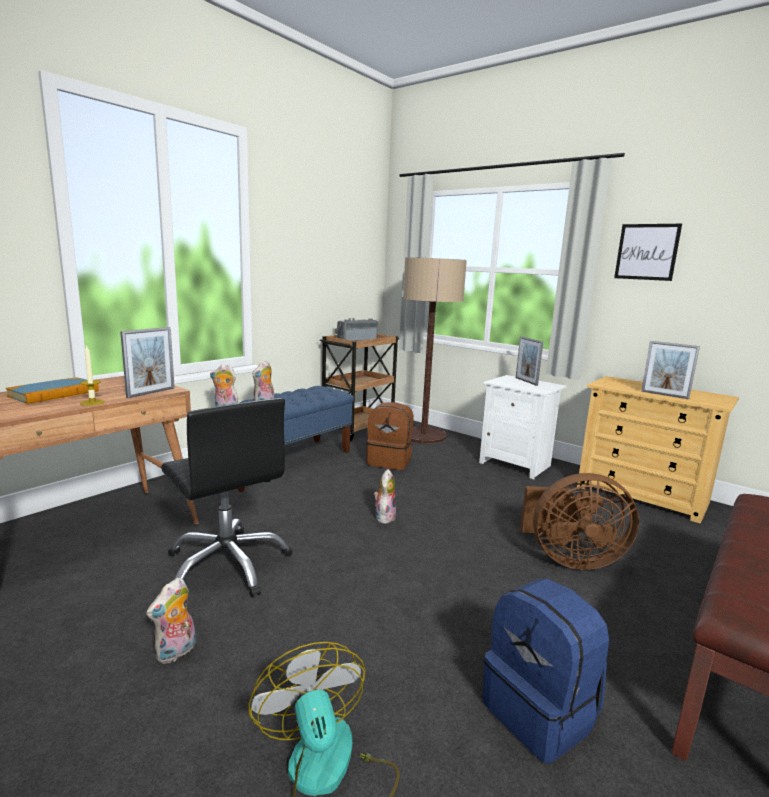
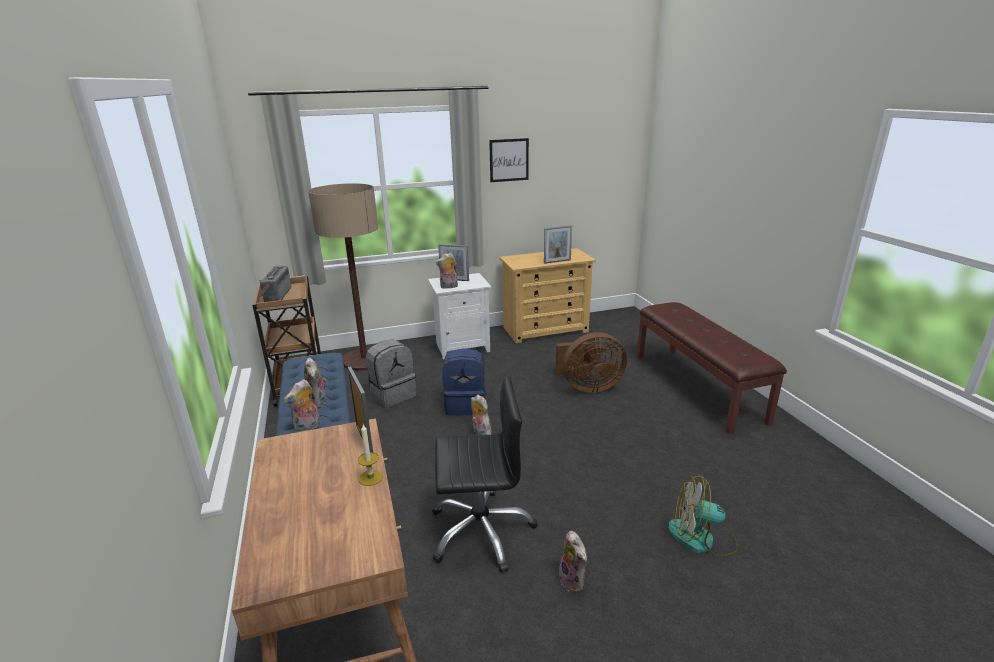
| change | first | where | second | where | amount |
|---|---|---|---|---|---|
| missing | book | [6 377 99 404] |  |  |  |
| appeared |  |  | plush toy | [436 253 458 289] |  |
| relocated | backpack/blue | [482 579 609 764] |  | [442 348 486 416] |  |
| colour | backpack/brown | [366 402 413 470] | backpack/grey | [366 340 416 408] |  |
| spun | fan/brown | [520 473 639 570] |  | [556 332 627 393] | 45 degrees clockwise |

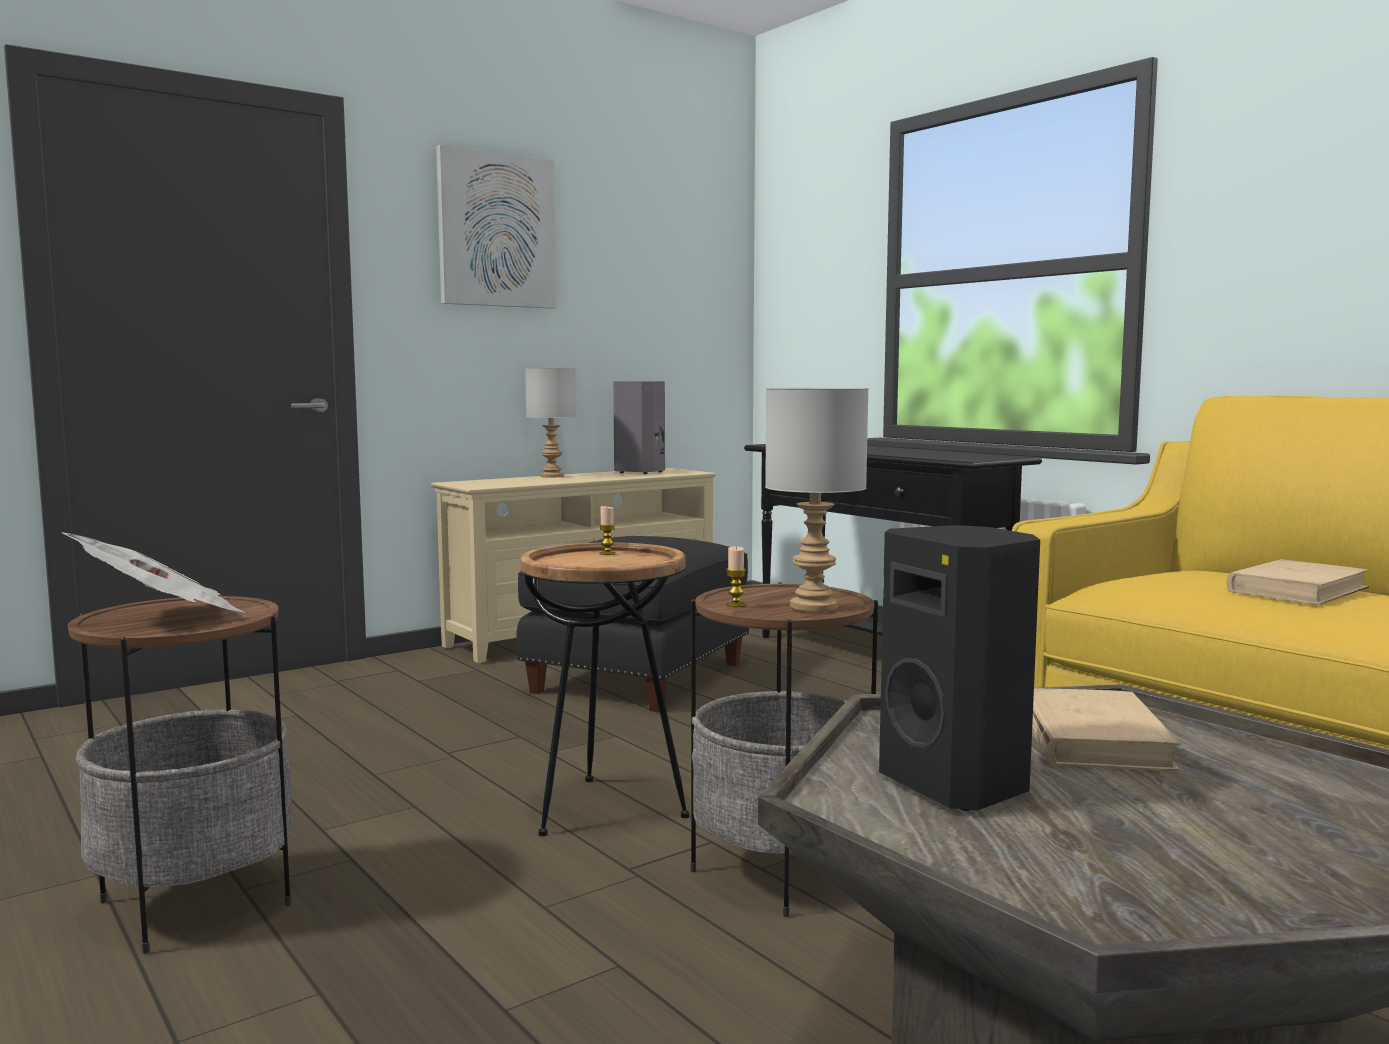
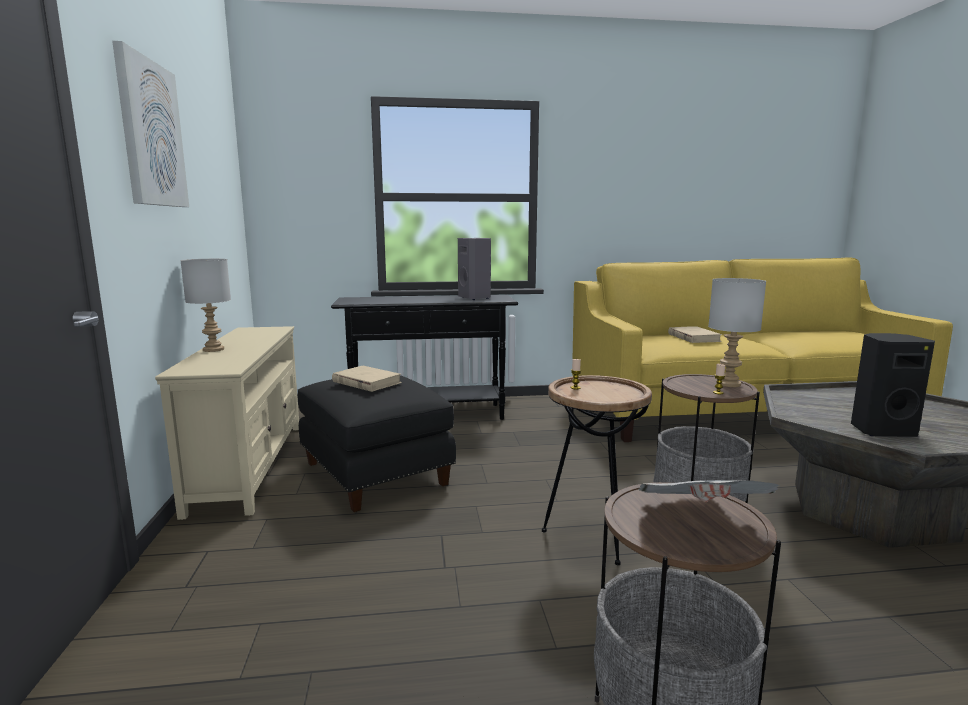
| change | first | where | second | where | amount |
|---|---|---|---|---|---|
| relocated | speaker/grey | [613 381 665 474] |  | [458 238 491 300] |  |
| relocated | book/beige | [1032 688 1181 772] |  | [332 366 402 392] |  |

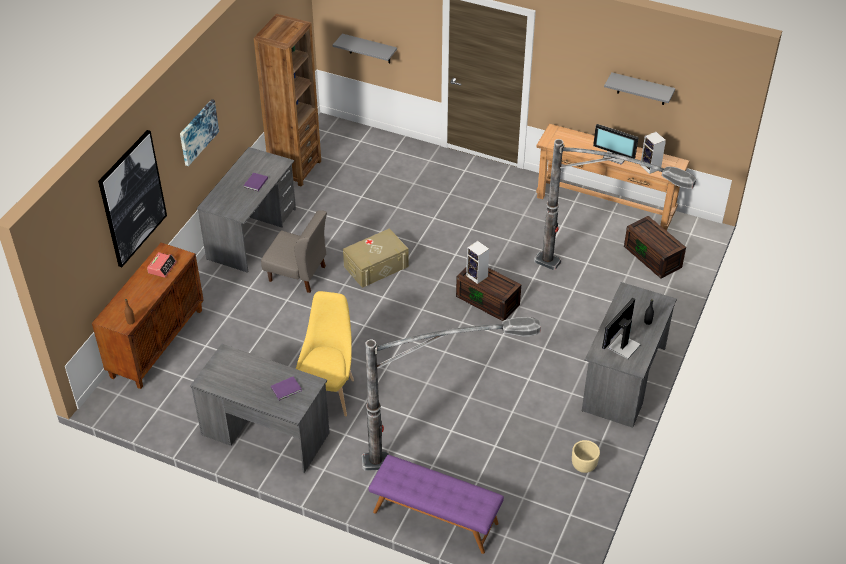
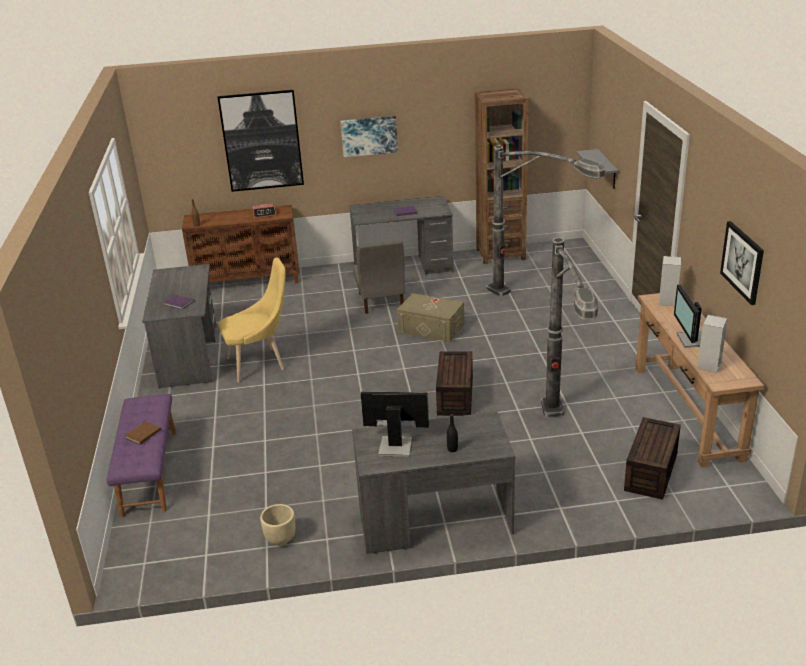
| change | first | where | second | where | amount |
|---|---|---|---|---|---|
| appeared |  |  | book/brown | [125 421 161 445] |  |
| relocated | floor lamp | [362 317 541 471] |  | [486 146 605 296] |  |
| relocated | speaker | [466 241 489 284] |  | [659 256 681 306] |  |
| exchanged | shelf/grey | [604 72 675 105] | picture | [720 221 764 305] |  |

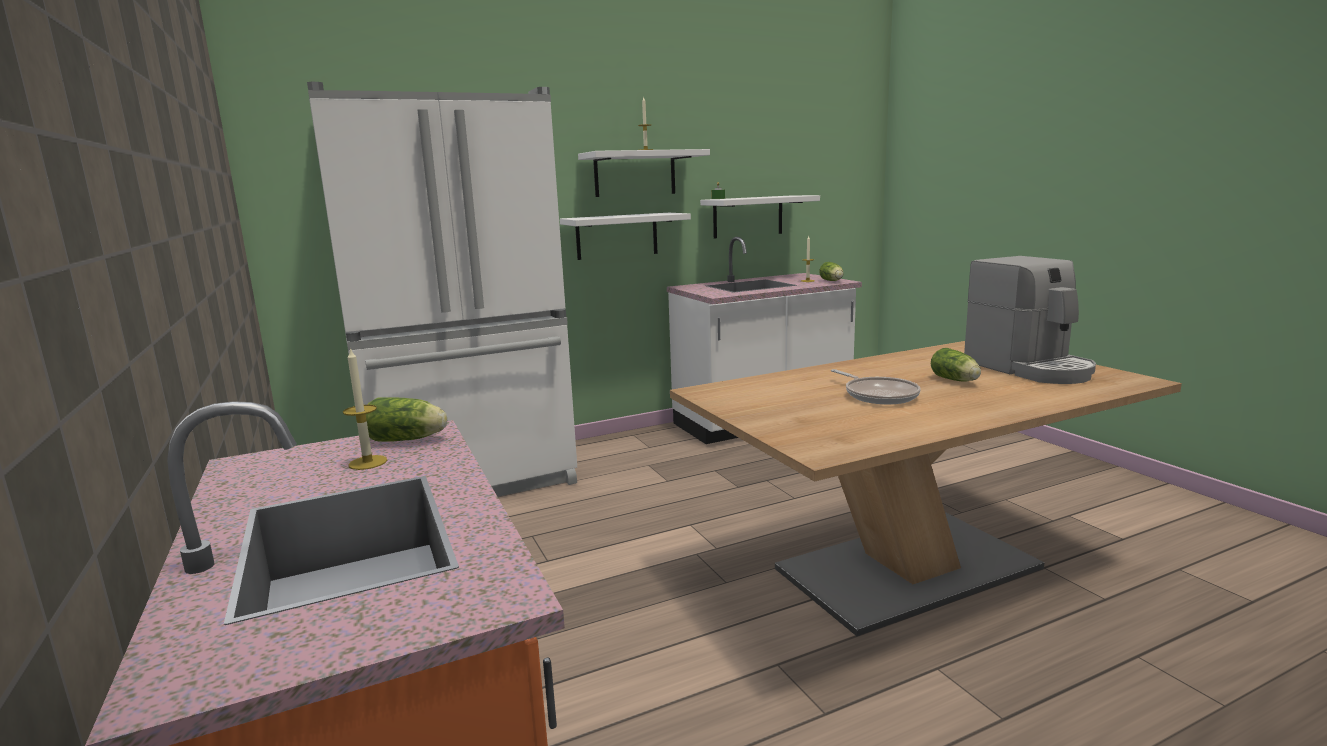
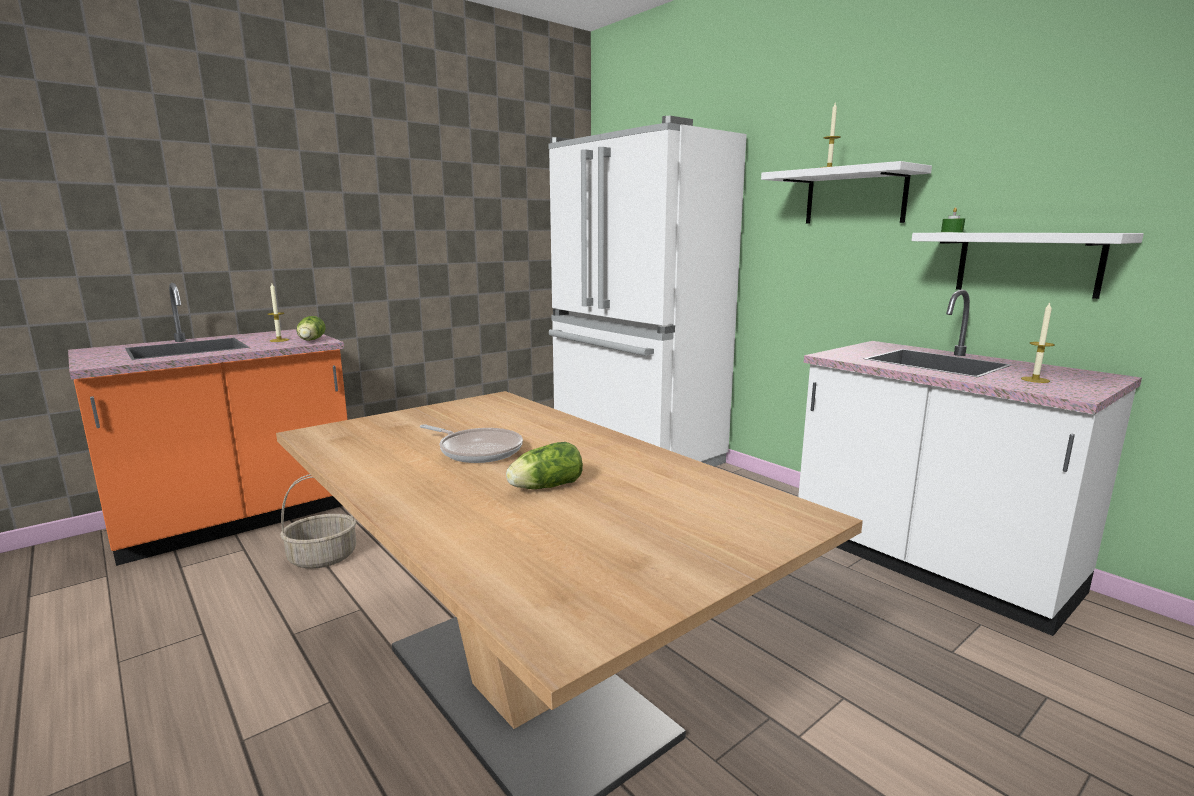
| change | first | where | second | where | amount |
|---|---|---|---|---|---|
| missing | shelf/white | [560 213 691 260] |  |  |  |
| missing | lettuce | [819 262 843 281] |  |  |  |
| missing | coffee machine | [964 256 1096 384] |  |  |  |
| appeared |  |  | basket | [280 474 357 568] |  |
| spun | frying pan | [831 369 921 405] |  | [420 424 523 463] | 105 degrees counterclockwise |

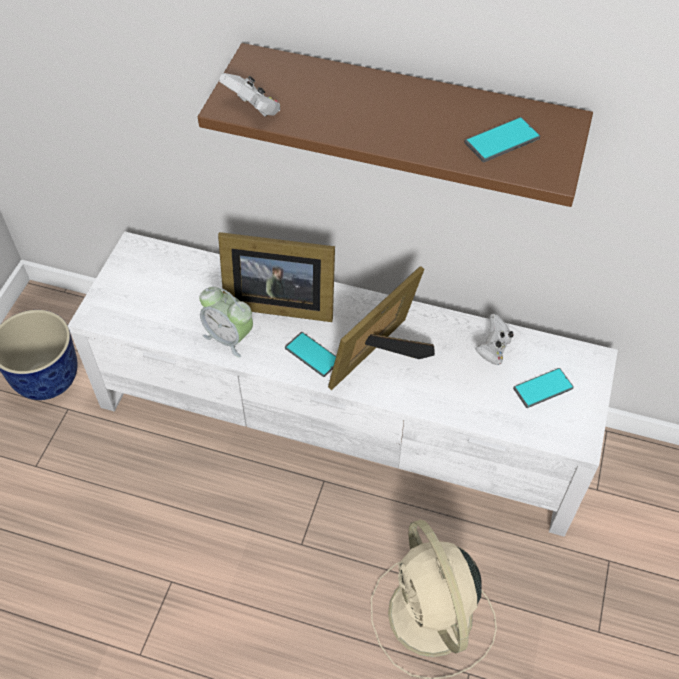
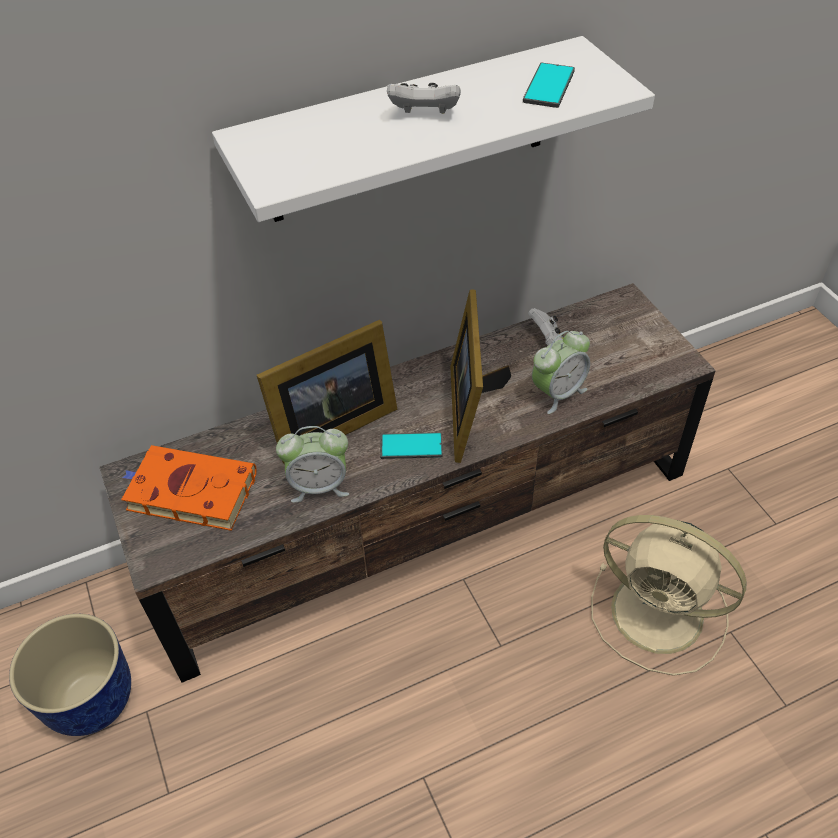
| change | first | where | second | where | amount |
|---|---|---|---|---|---|
| missing | phone | [513 368 574 408] |  |  |  |
| appeared |  |  | book/orange | [121 445 256 531] |  |
| appeared |  |  | alarm clock | [532 331 590 414] |  |
| relocated | game controller/white | [219 73 280 117] |  | [387 83 461 113] |  |
| colour | tv stand/white | [68 231 618 537] | tv stand/brown | [100 283 716 682] |  |
| colour | shelf/brown | [198 43 593 207] | shelf/white | [212 36 655 222] |  |

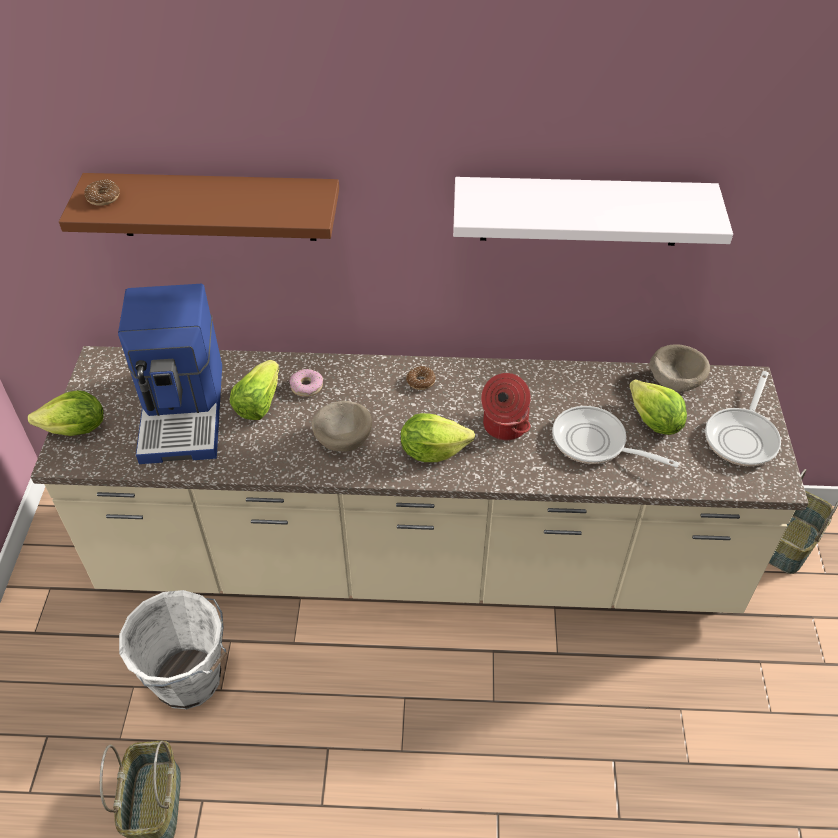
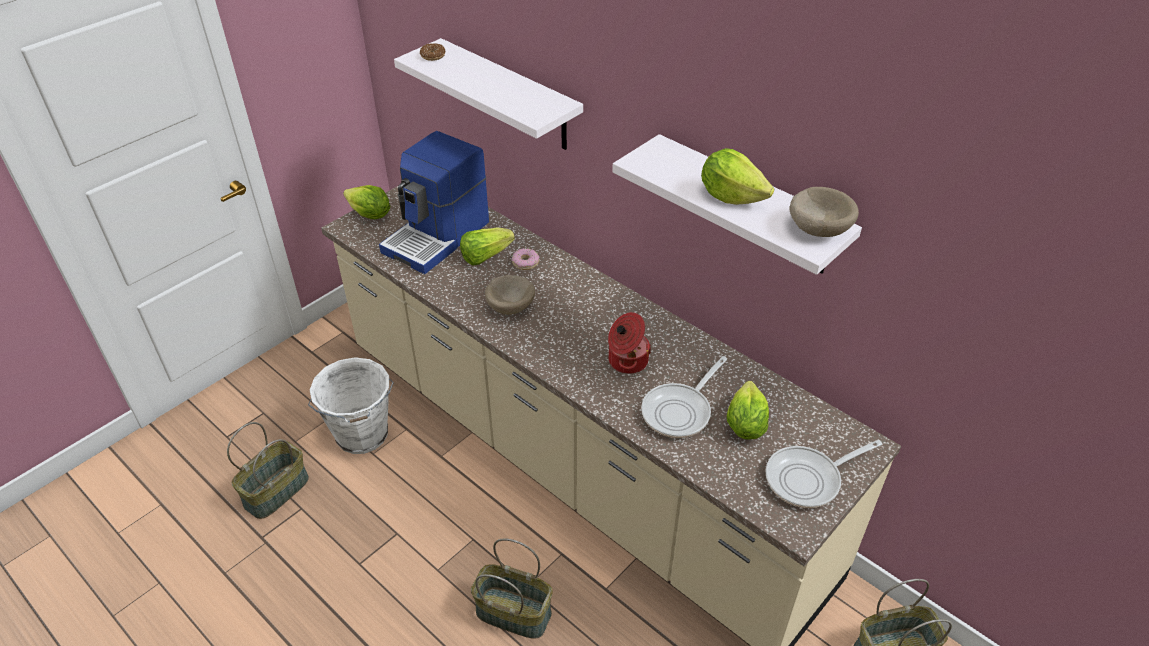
| change | first | where | second | where | amount |
|---|---|---|---|---|---|
| missing | donut | [406 366 436 390] |  |  |  |
| appeared |  |  | basket | [471 538 553 639] |  |
| relocated | lettuce | [400 413 475 462] |  | [701 148 775 205] |  |
| relocated | bowl/beige | [650 344 710 392] |  | [789 187 859 237] |  |
| colour | shelf/brown | [59 173 339 241] | shelf/white | [394 38 583 150] |  |
| spun | frying pan | [552 406 680 468] |  | [641 356 727 438] | 120 degrees counterclockwise |

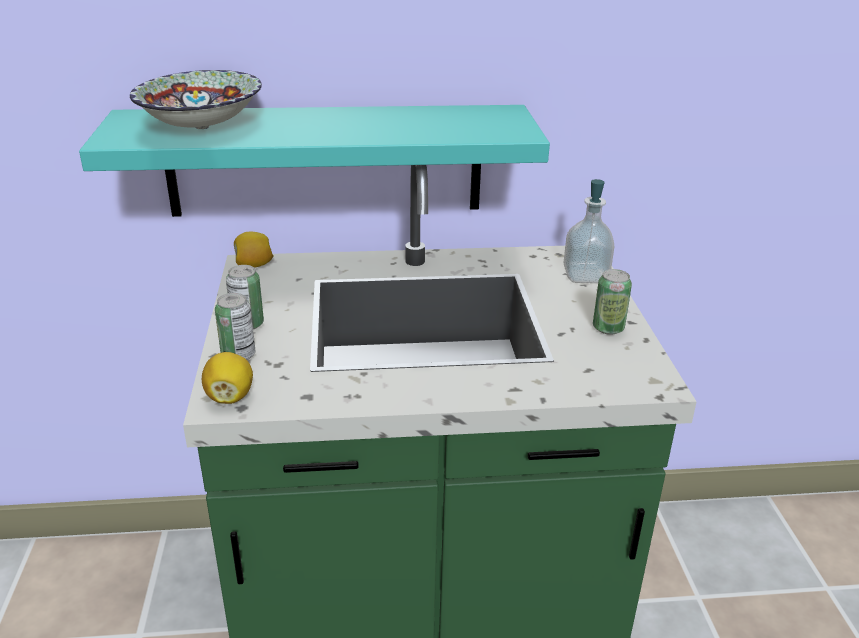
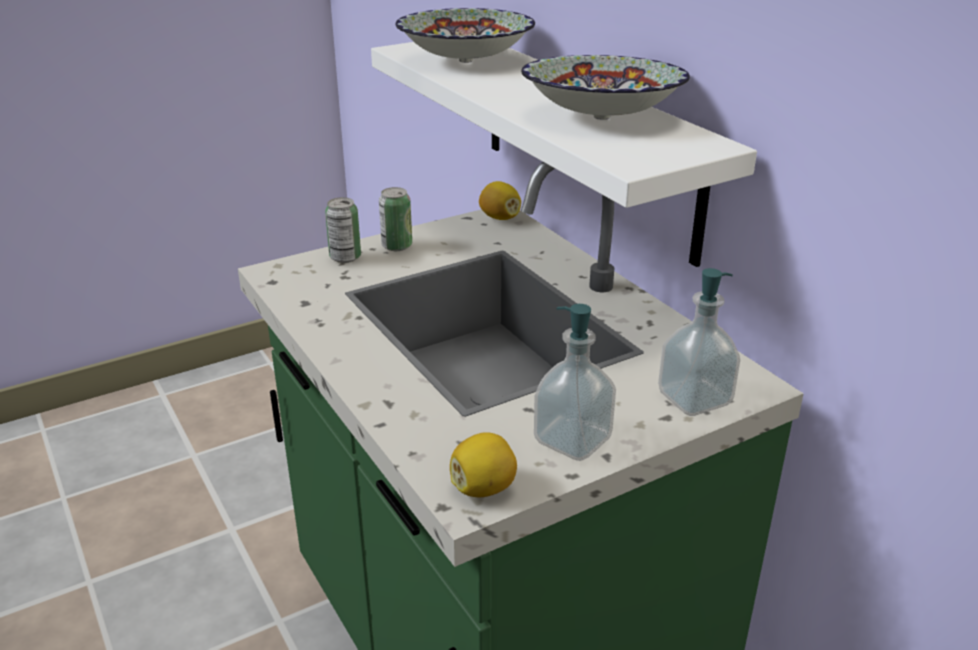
| change | first | where | second | where | amount |
|---|---|---|---|---|---|
| appeared |  |  | bowl | [521 55 690 120] |  |
| relocated | lemon | [202 352 253 404] |  | [450 432 517 497] |  |
| exchanged | can | [593 269 632 335] | soap dispenser | [534 304 616 461] |  |
| colour | shelf/turquoise | [79 105 550 217] | shelf/white | [371 42 757 267] |  |

